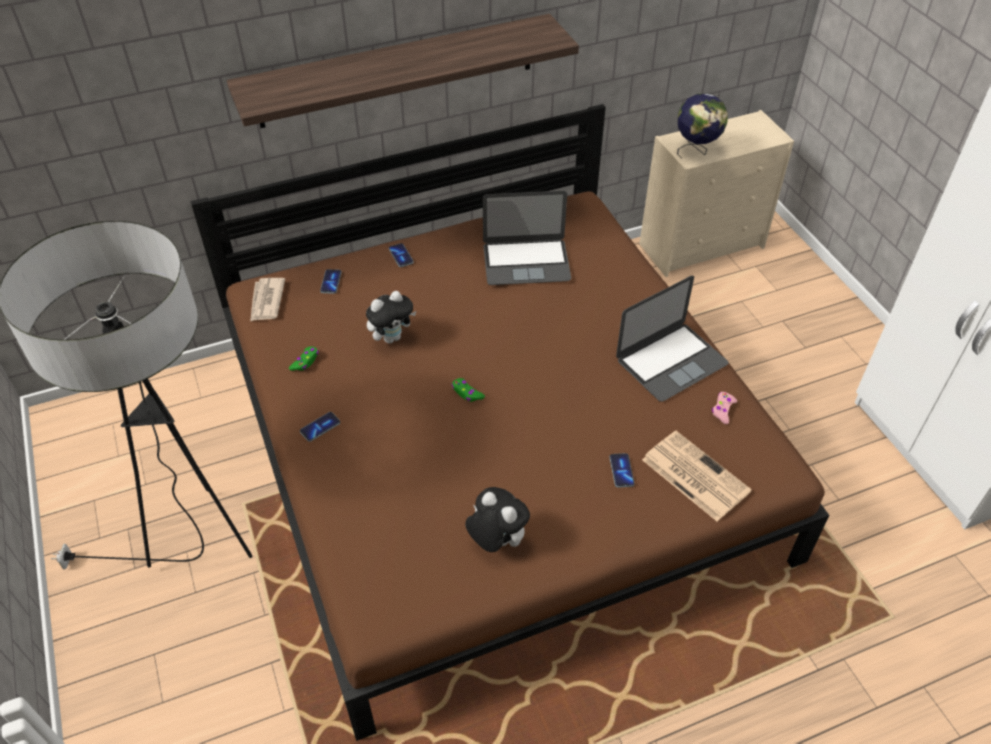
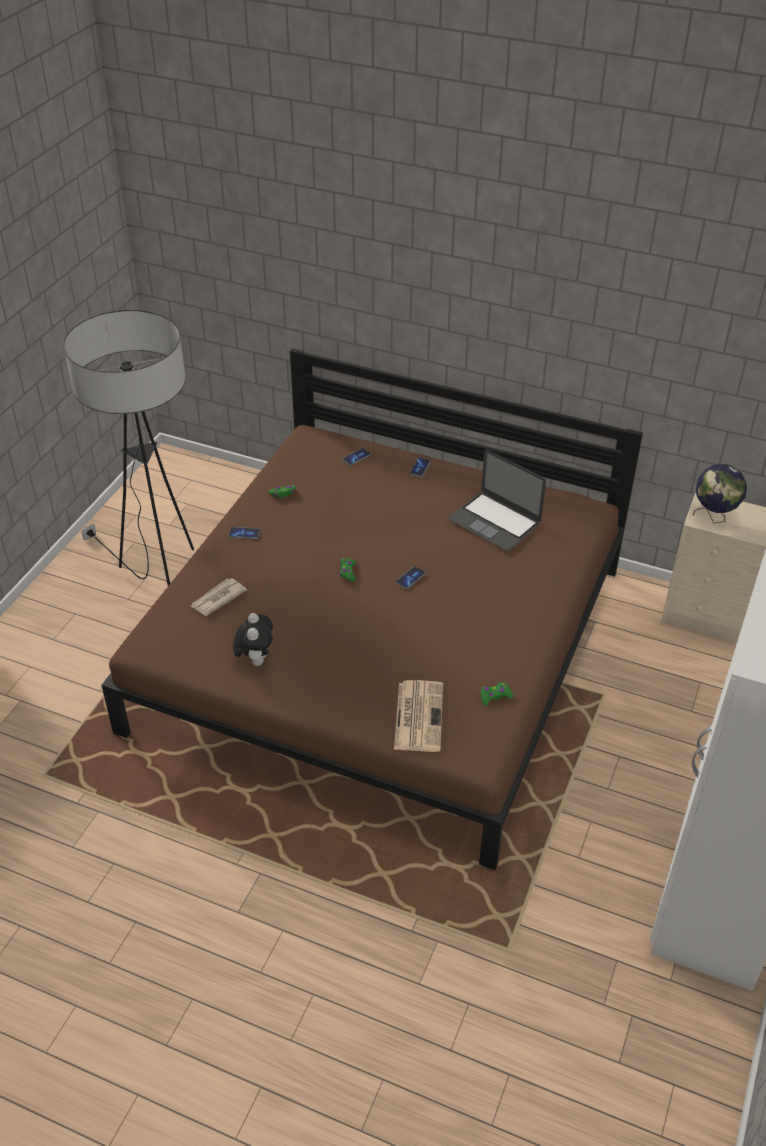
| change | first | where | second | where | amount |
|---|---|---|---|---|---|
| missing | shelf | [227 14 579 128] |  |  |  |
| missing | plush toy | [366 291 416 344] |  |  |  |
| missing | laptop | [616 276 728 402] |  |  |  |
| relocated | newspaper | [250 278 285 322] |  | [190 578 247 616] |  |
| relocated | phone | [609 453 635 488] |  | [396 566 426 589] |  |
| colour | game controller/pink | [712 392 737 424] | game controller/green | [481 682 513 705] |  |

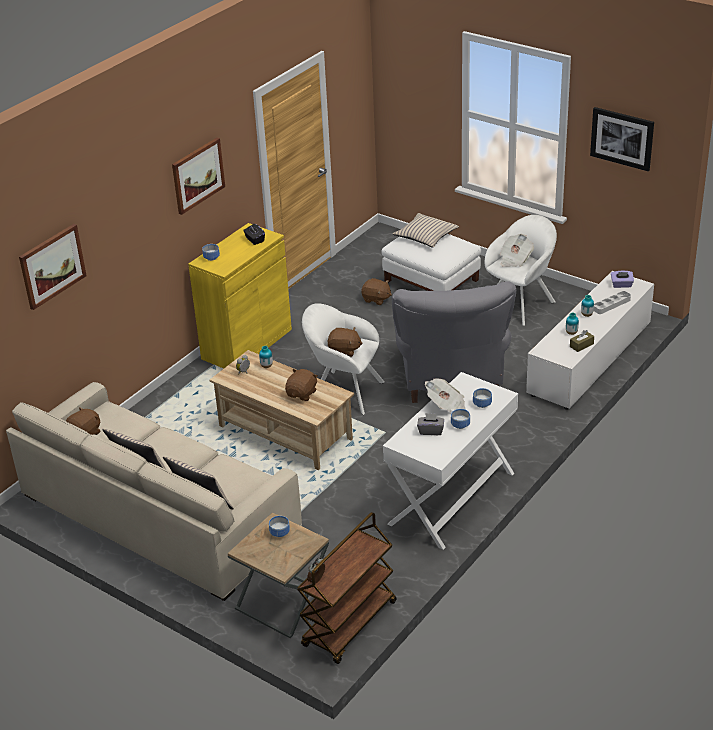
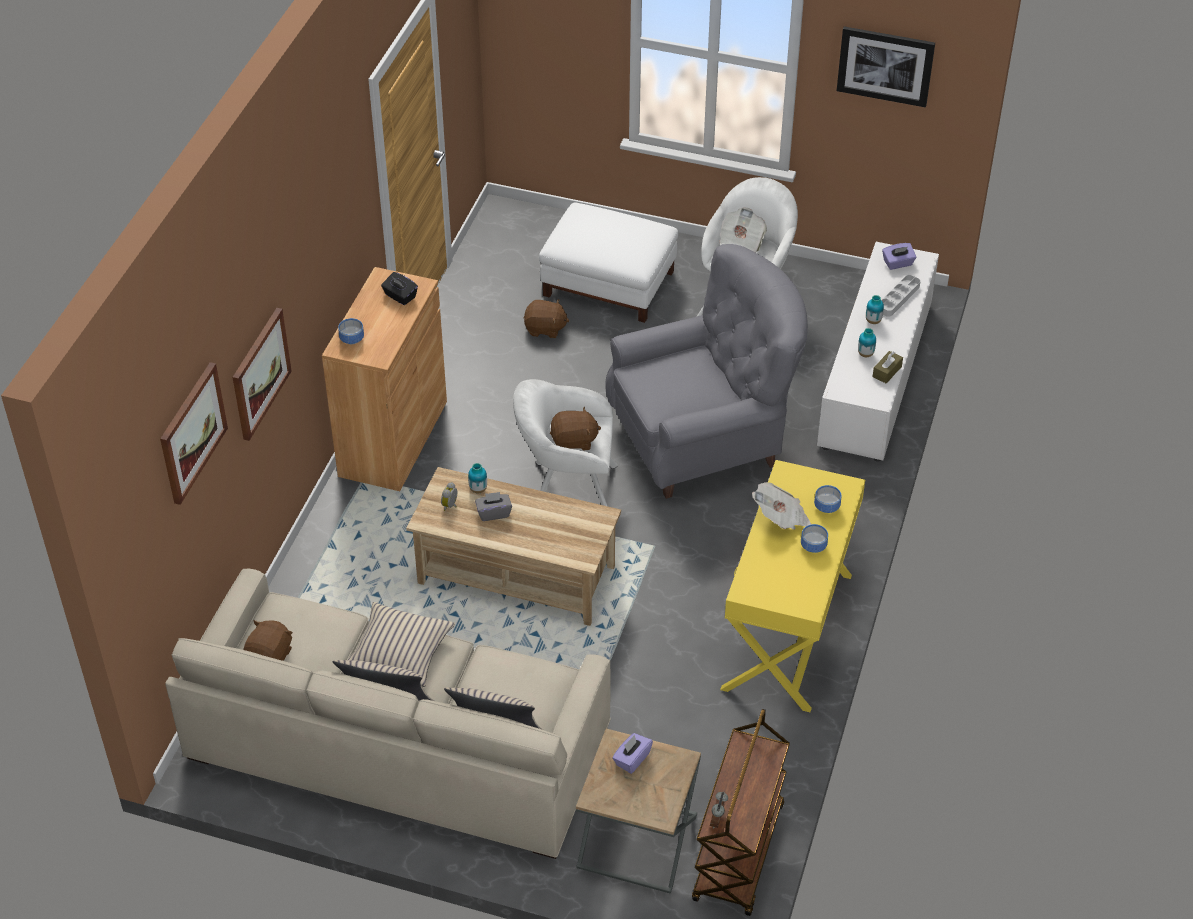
| change | first | where | second | where | amount |
|---|---|---|---|---|---|
| missing | plush toy/brown | [285 369 318 401] |  |  |  |
| relocated | picture | [172 138 225 215] |  | [233 308 292 441] |  |
| relocated | pillow/beige | [393 213 459 248] |  | [347 602 455 687] |  |
| relocated | tissue box/grey | [417 413 444 435] |  | [475 492 512 521] |  |
| exchanged | bowl | [269 516 290 537] | tissue box/purple | [612 733 653 774] |  |
| colour | cabinet/yellow | [188 223 292 368] | cabinet/brown | [322 267 447 491] |  |
| colour | console table/white | [383 372 518 550] | console table/yellow | [720 460 865 712] |  |
| spun | armchair/grey | [392 281 516 403] |  | [605 244 808 499] | 90 degrees counterclockwise |

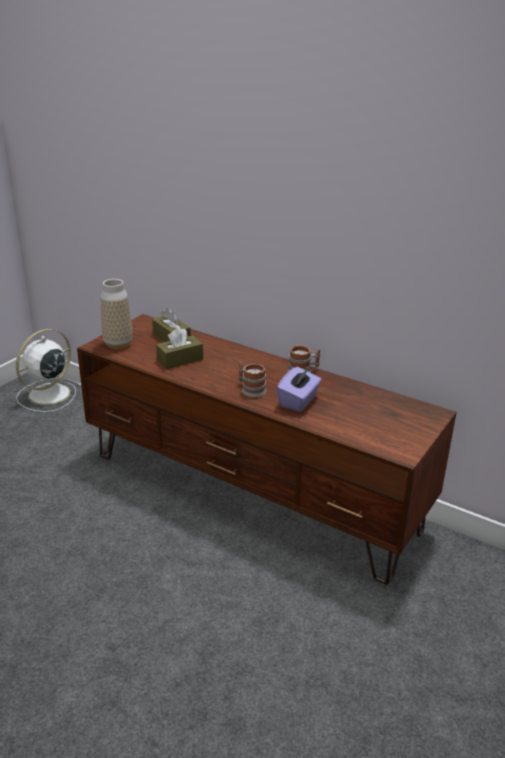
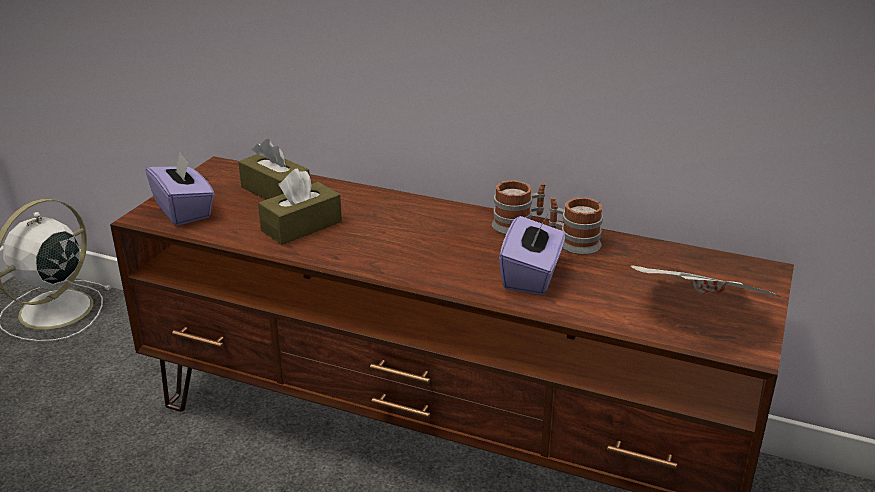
| change | first | where | second | where | amount |
|---|---|---|---|---|---|
| appeared |  |  | newspaper | [630 265 781 297] |  |
| relocated | mug | [239 362 266 397] |  | [549 197 603 255] |  |
| exchanged | vase | [101 279 133 349] | tissue box/purple | [146 153 214 226] |  |

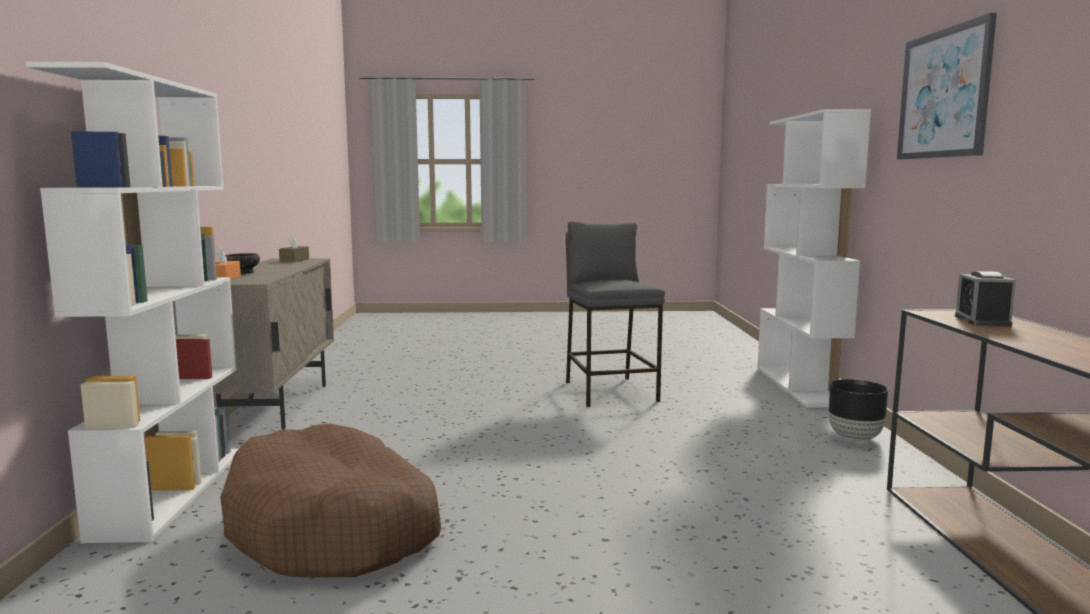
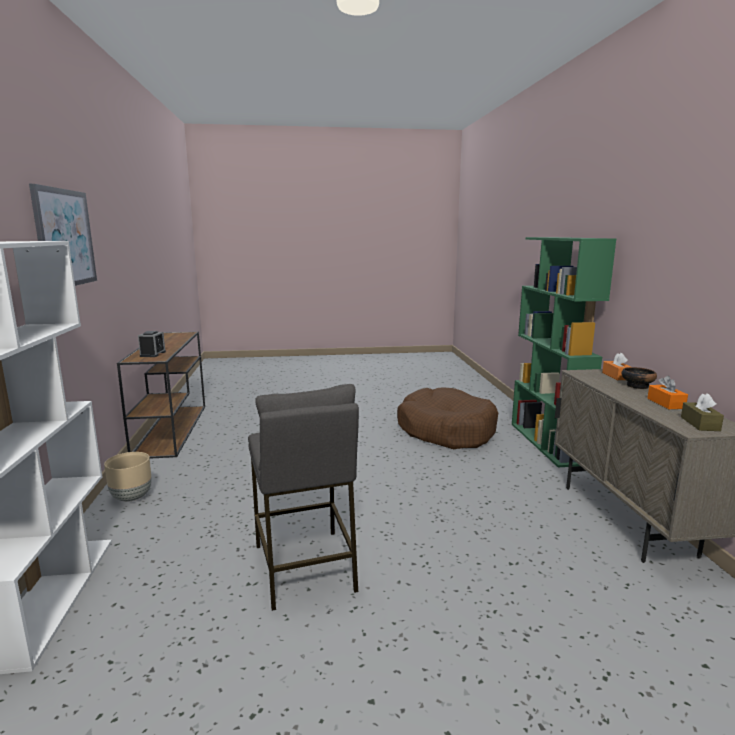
| change | first | where | second | where | amount |
|---|---|---|---|---|---|
| appeared |  |  | tissue box/orange | [647 376 688 409] |  |
| colour | bookcase/white | [26 62 238 543] | bookcase/green | [512 237 616 467] |  |
| colour | planter/black | [829 379 888 441] | planter/beige | [104 452 152 502] |  |

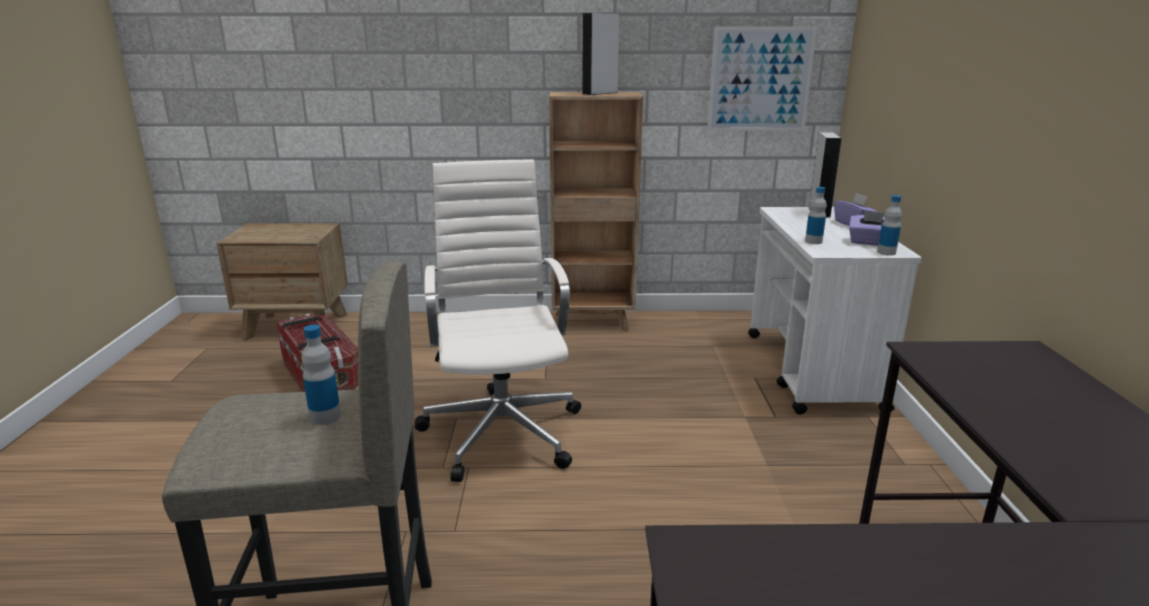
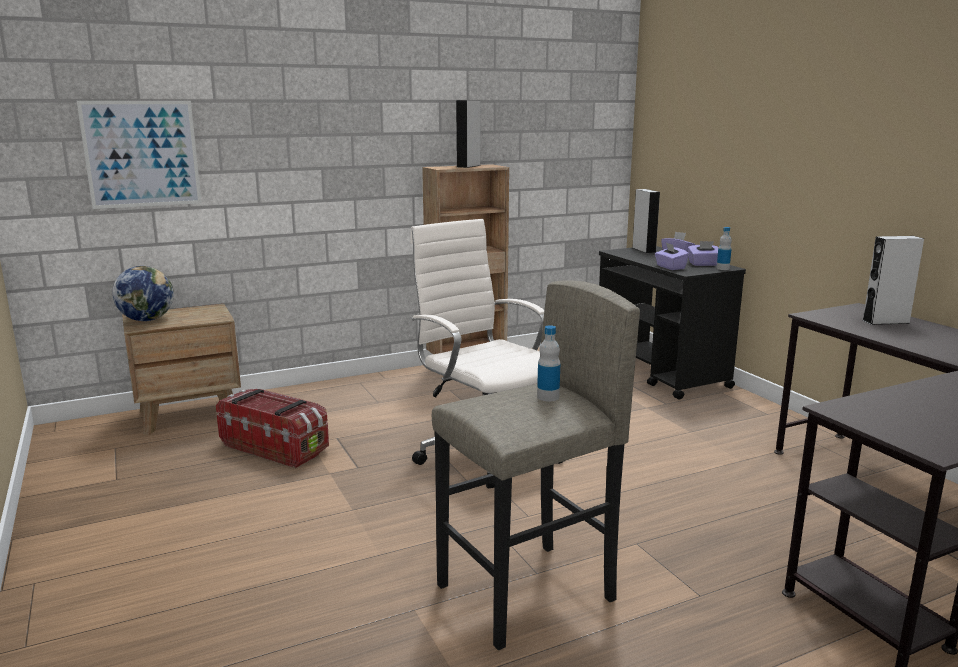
| change | first | where | second | where | amount |
|---|---|---|---|---|---|
| appeared |  |  | globe | [112 266 174 321] |  |
| appeared |  |  | speaker/grey | [862 236 924 325] |  |
| relocated | picture | [707 26 817 131] |  | [77 101 202 209] |  |
| exchanged | bottle | [805 187 827 244] | tissue box/purple | [655 243 689 270] |  |
| colour | cart/white | [748 207 922 414] | cart/black | [599 246 746 400] |  |

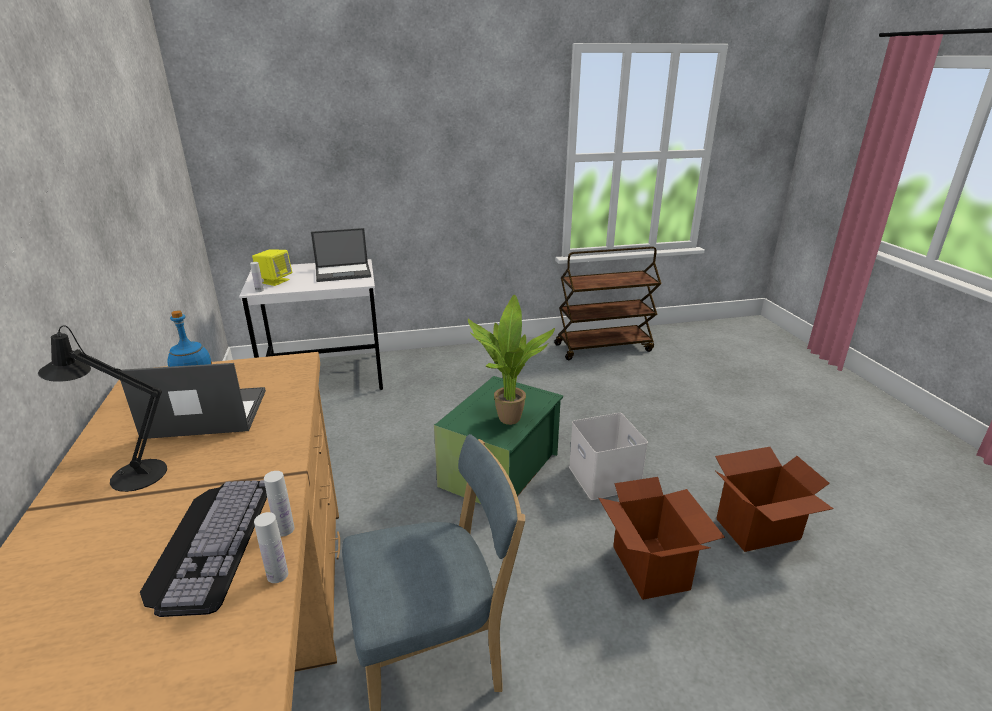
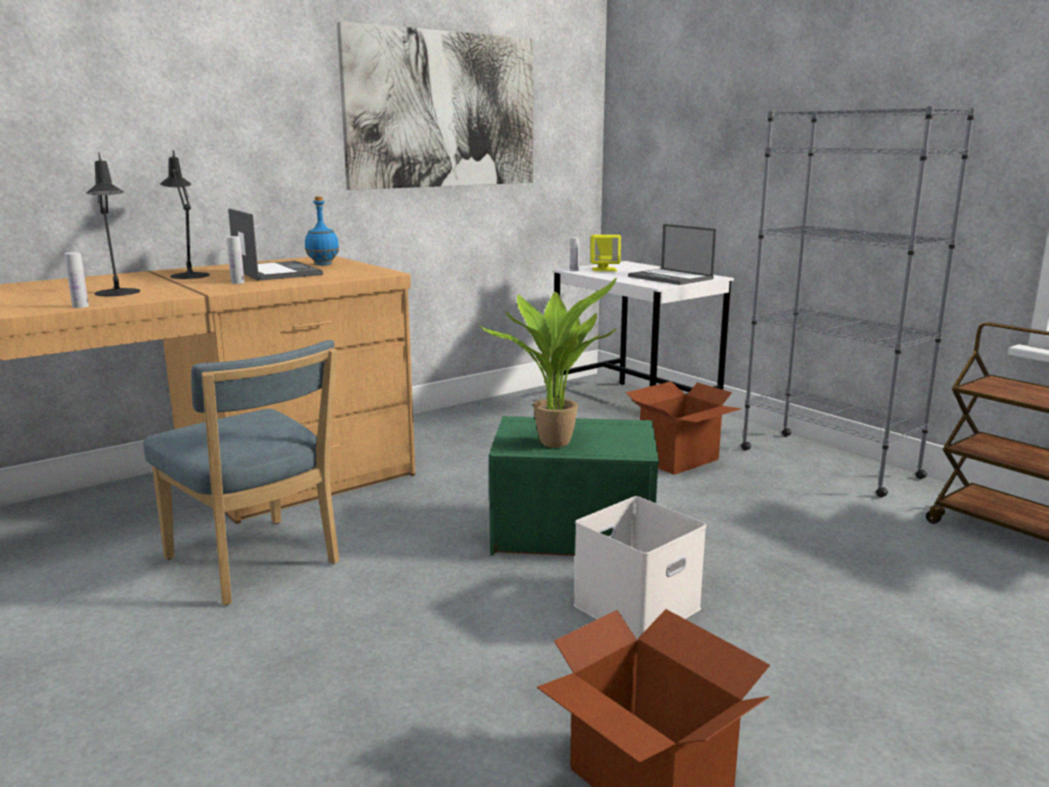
| change | first | where | second | where | amount |
|---|---|---|---|---|---|
| appeared |  |  | picture | [337 22 533 190] |  |
| appeared |  |  | bookcase/grey | [741 106 975 498] |  |
| relocated | bottle/white | [264 471 295 536] |  | [227 236 244 284] |  |
| relocated | cardboard box | [599 477 725 600] |  | [626 381 742 475] |  |
| exchanged | keyboard | [140 480 267 617] | table lamp/black | [87 152 140 296] |  |

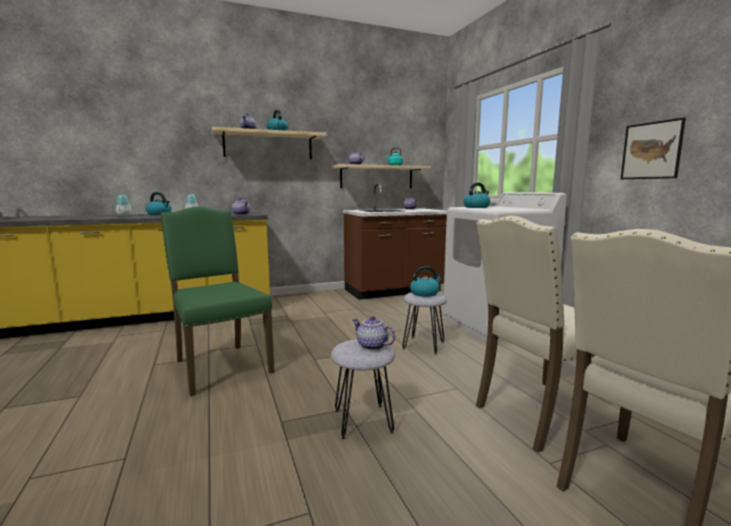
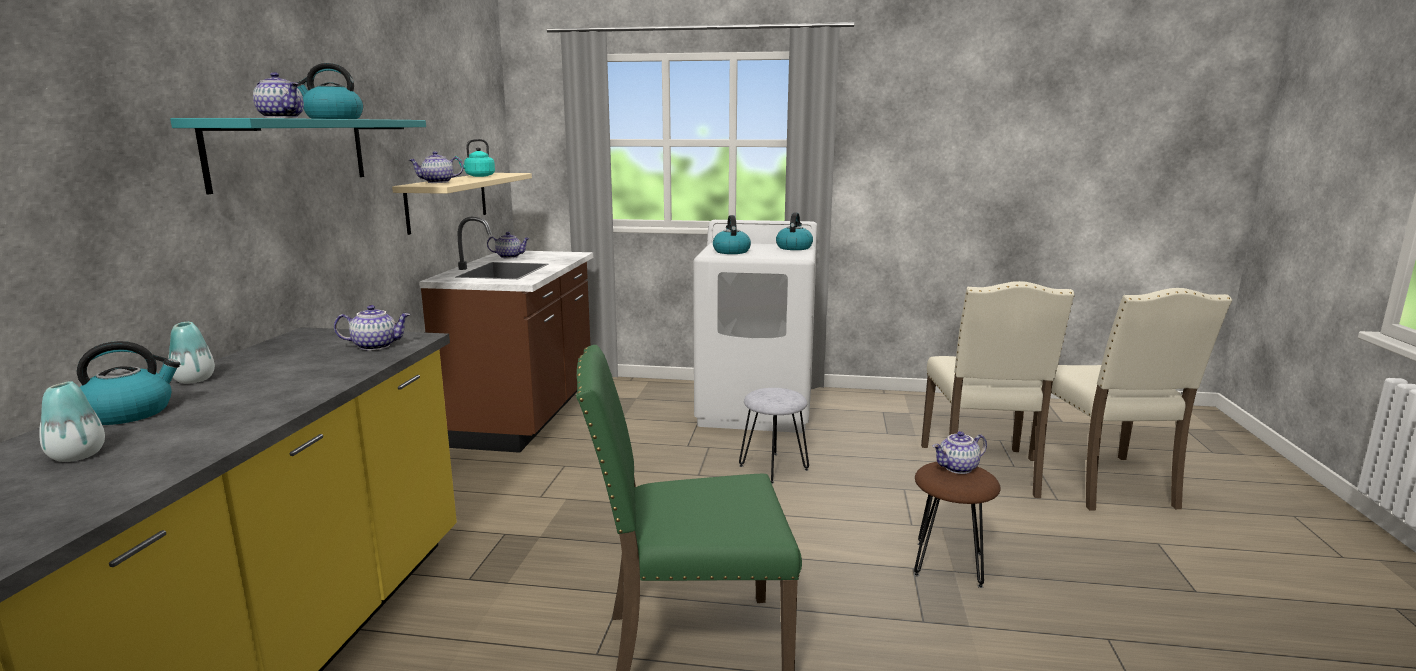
| change | first | where | second | where | amount |
|---|---|---|---|---|---|
| missing | picture | [621 118 686 179] |  |  |  |
| relocated | kettle | [410 266 443 297] |  | [776 212 813 250] |  |
| colour | shelf/beige | [212 127 327 159] | shelf/turquoise | [170 118 426 194] |  |
| colour | stool/grey | [331 339 395 440] | stool/brown | [914 462 1001 588] |  |

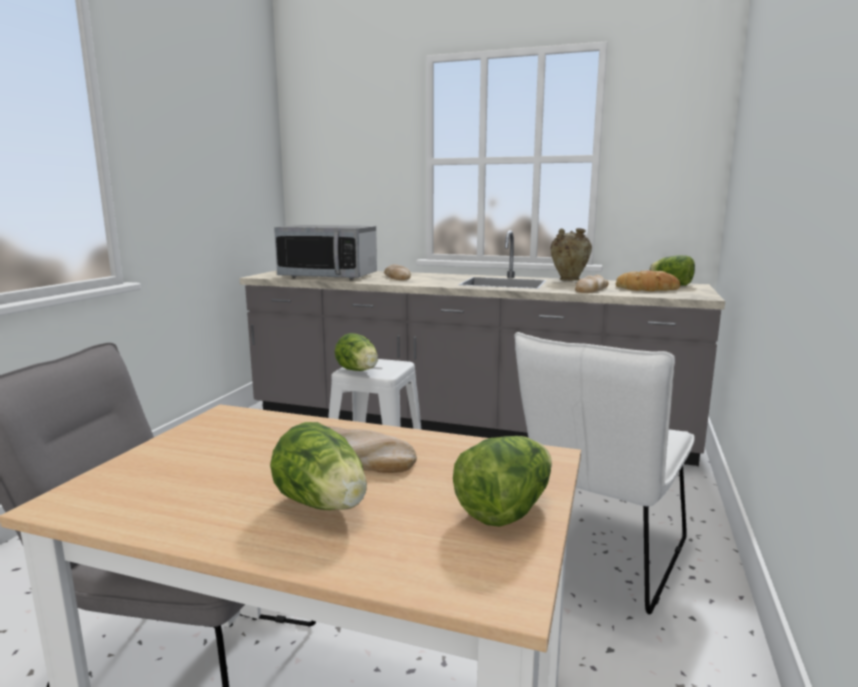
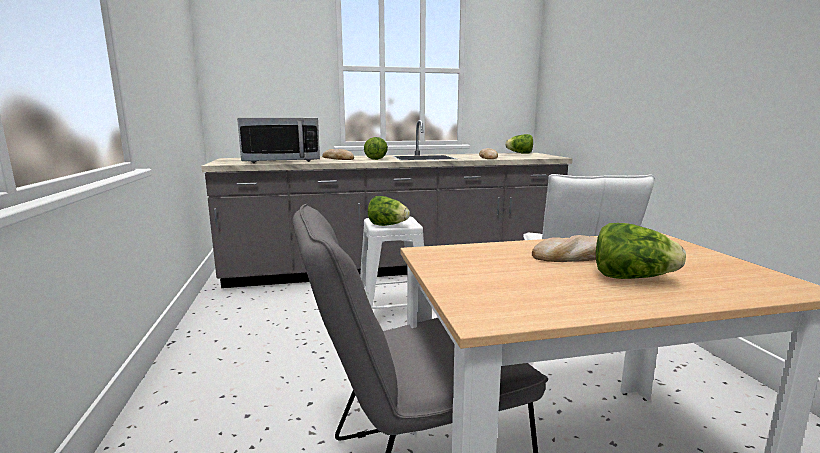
| change | first | where | second | where | amount |
|---|---|---|---|---|---|
| missing | vase/beige | [551 228 592 281] |  |  |  |
| missing | bread | [616 271 680 291] |  |  |  |
| relocated | lettuce | [453 436 552 527] |  | [364 137 388 160] |  |

